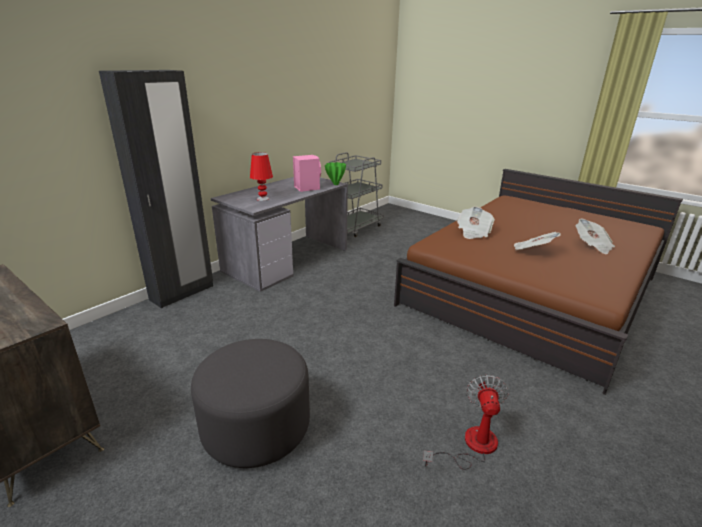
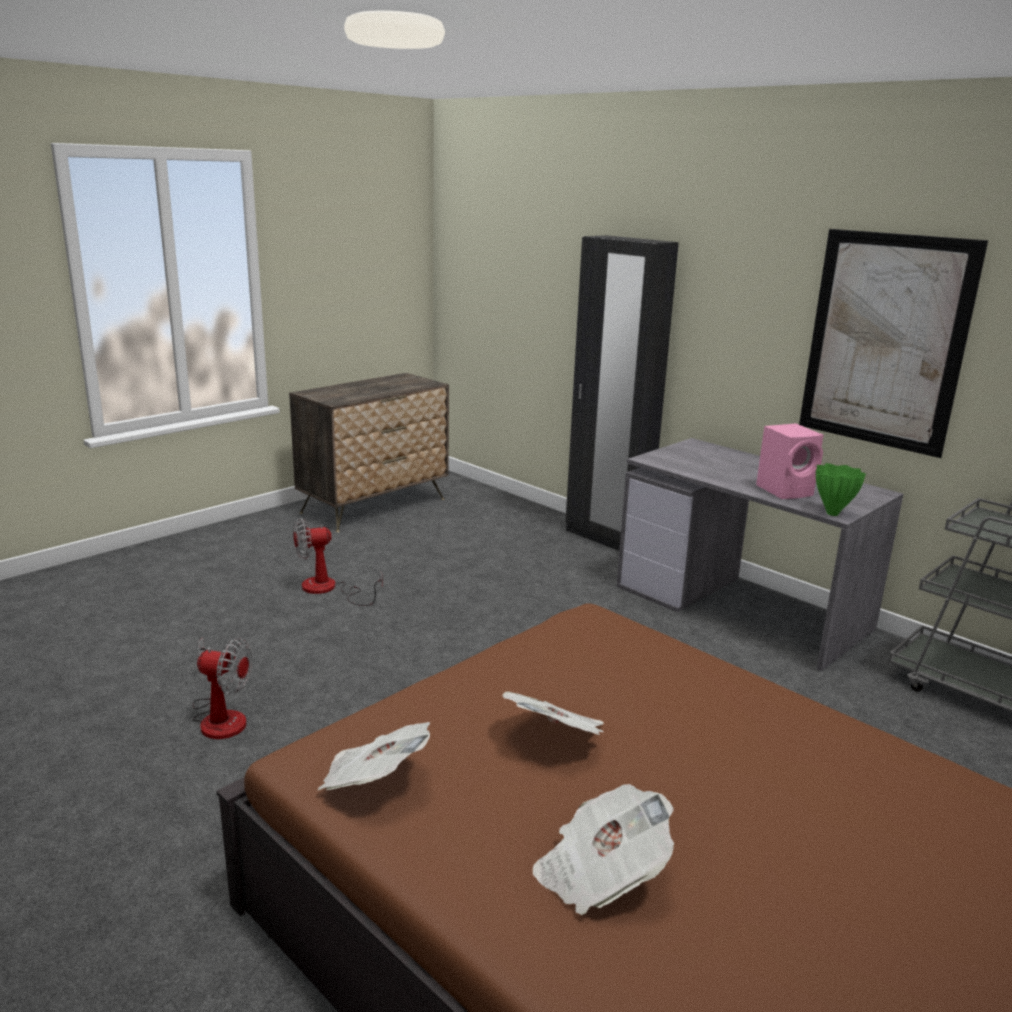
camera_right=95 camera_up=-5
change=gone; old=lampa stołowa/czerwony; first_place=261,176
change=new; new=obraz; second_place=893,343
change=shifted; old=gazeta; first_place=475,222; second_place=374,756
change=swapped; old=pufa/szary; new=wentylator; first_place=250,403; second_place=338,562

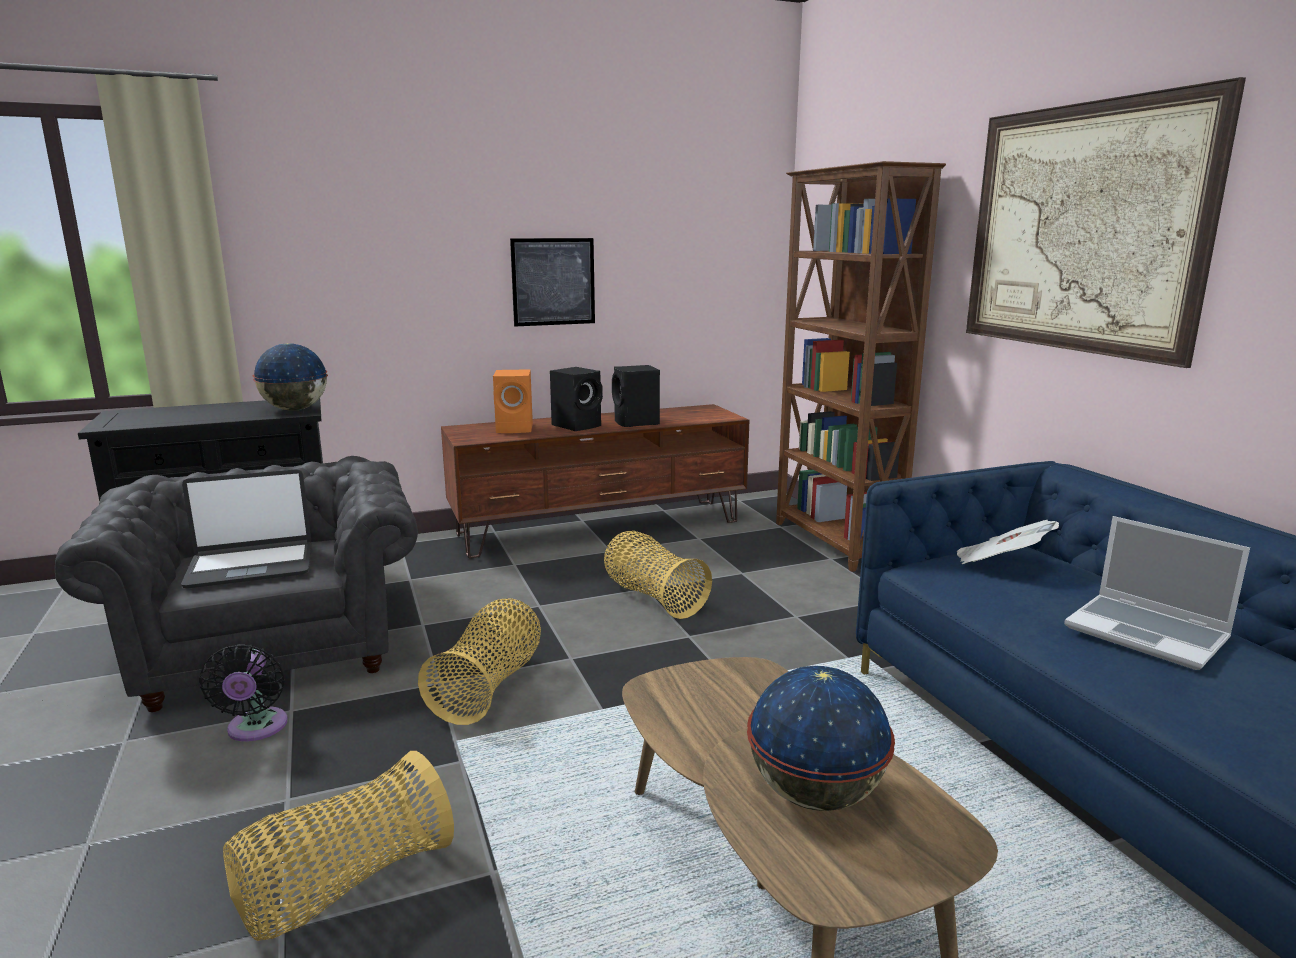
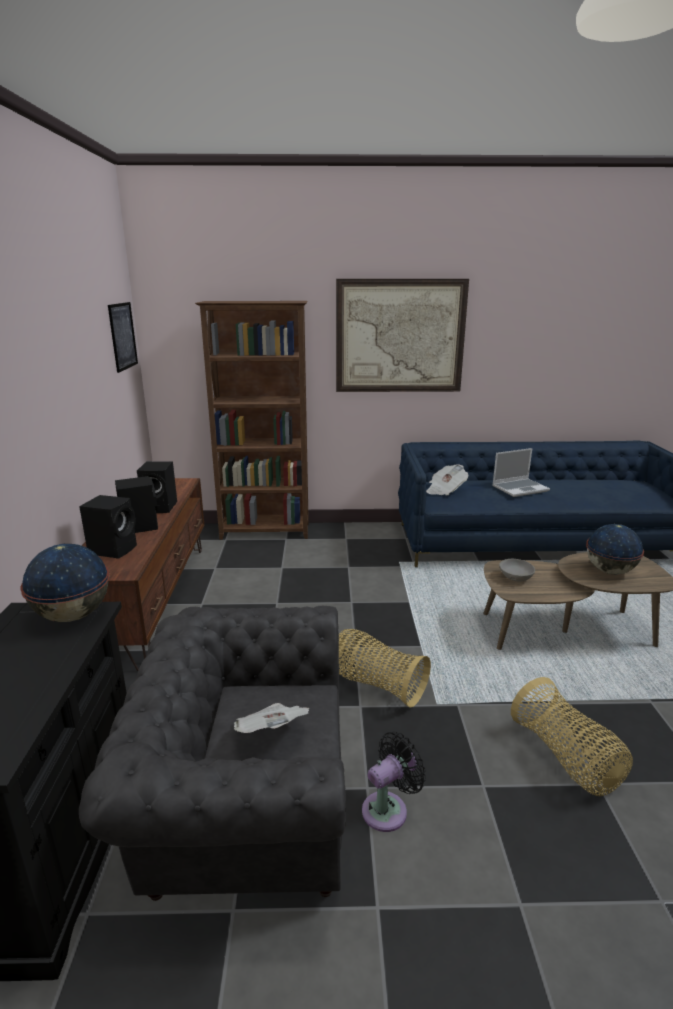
camera_right=-70 camera_up=5
change=gone; old=koszyk; first_place=658,575
change=new; new=miska/szary; second_place=517,570
change=shifted; old=obraz; first_place=552,282; second_place=123,337
change=swapped; old=laptop; new=gazeta; first_place=246,528; second_place=271,718
change=repainted; old=głośnik/pomarańczowy; new=głośnik/czarny; first_place=513,401; second_place=108,527
change=rotated; old=wentylator/czarny; first_place=243,693; second_place=394,781; degrees=-45

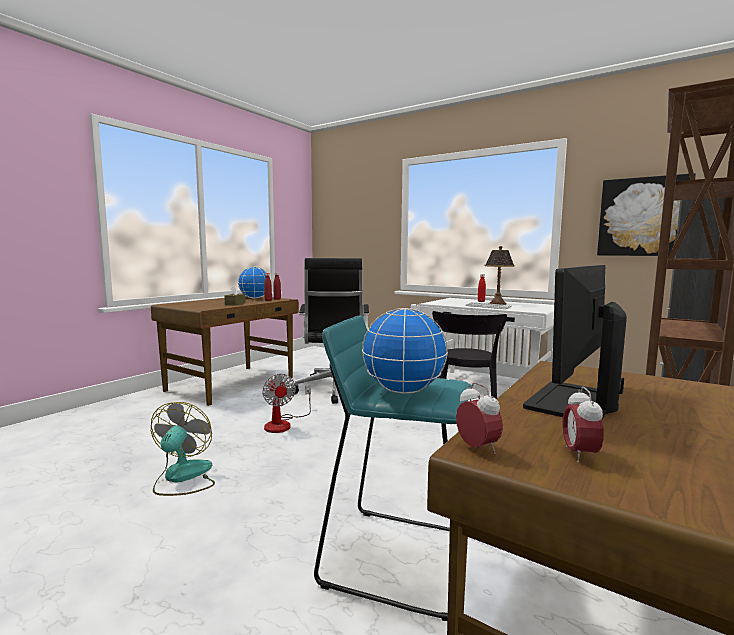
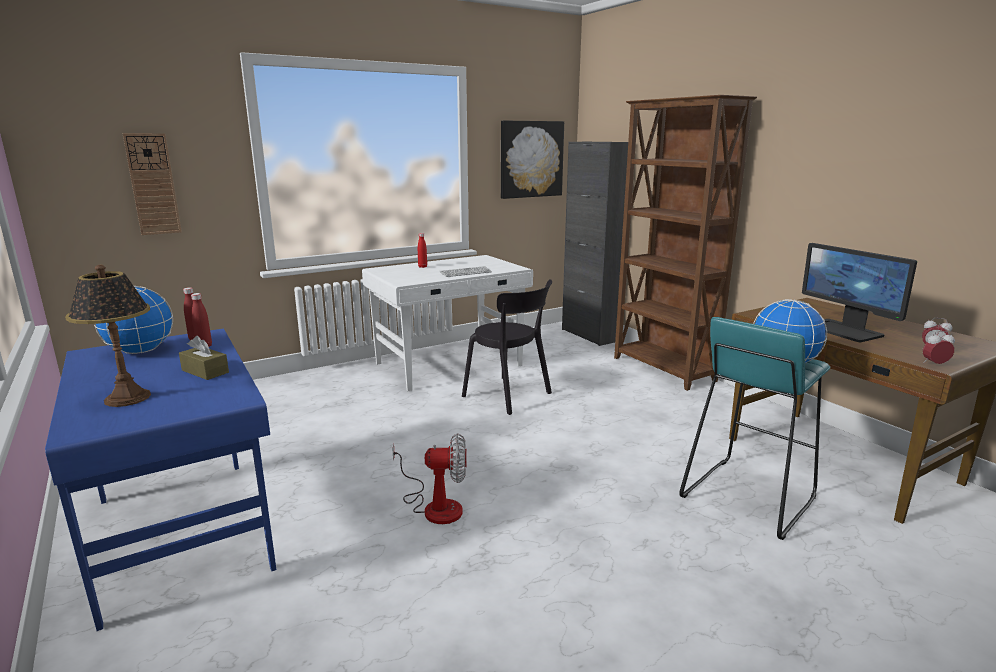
camera_right=-65 camera_up=10
change=gone; old=wentylator; first_place=183,449
change=gone; old=krzesło biurowe/czarny; first_place=330,331
change=new; new=zegar ścienny; second_place=152,184
change=shifted; old=lampa stołowa; first_place=499,275; second_place=108,336
change=repainted; old=biurko/brązowy; new=biurko/niebieski; first_place=225,351; second_place=160,479

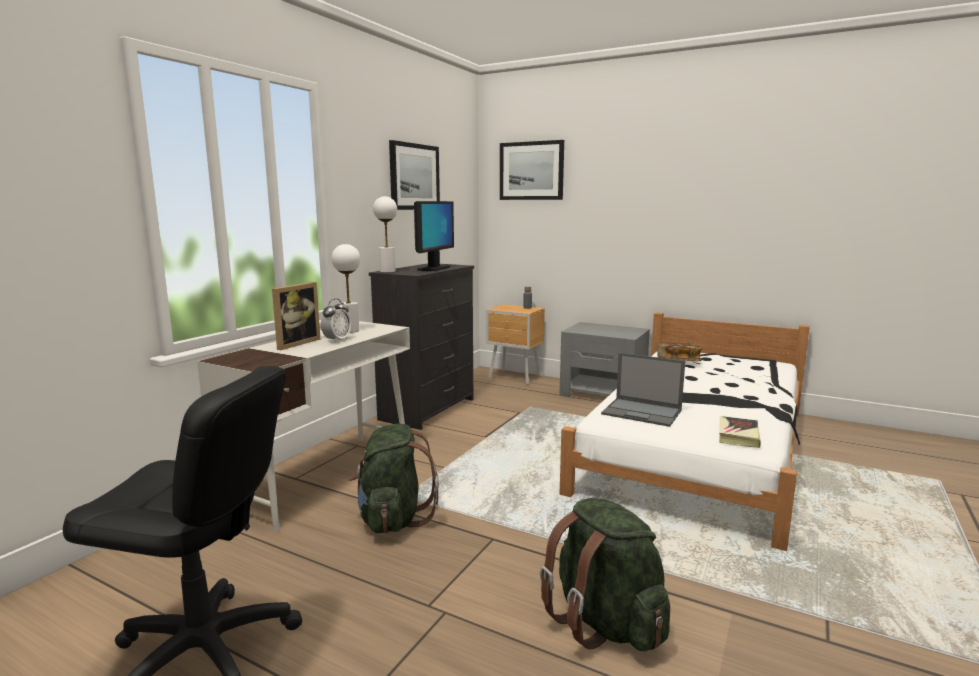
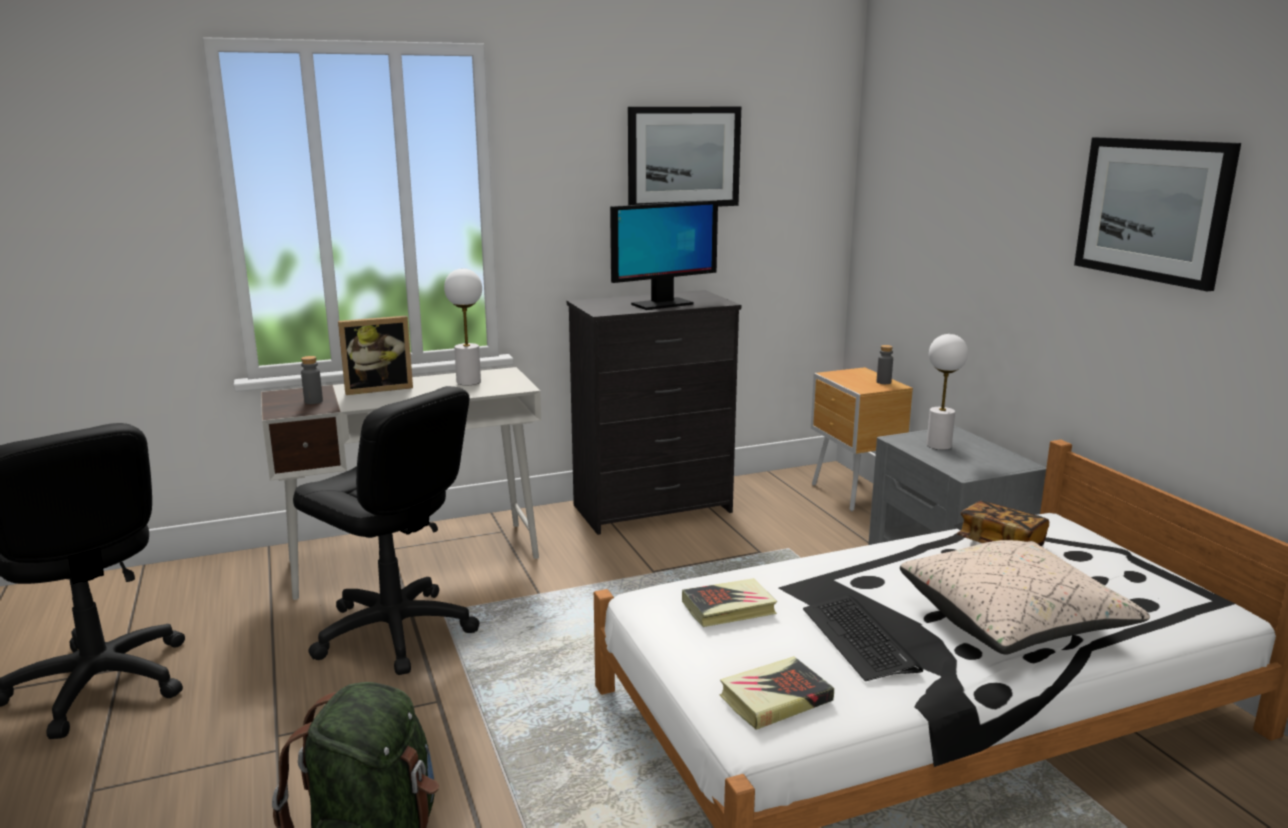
camera_right=40 camera_up=5
change=gone; old=budzik; first_place=336,321
change=new; new=butelka/szary; second_place=312,380
change=new; new=klawiatura; second_place=863,638
change=new; new=poduszka/beżowy; second_place=1025,597
change=shifted; old=lampa stołowa/biały; first_place=385,234; second_place=947,392
change=shifted; old=obraz; first_place=532,170; second_place=1157,214
change=swapped; old=plecak/zielony; new=krzesło biurowe/czarny; first_place=393,478; second_place=386,530
change=swapped; old=laptop; new=książka; first_place=643,390; second_place=729,602

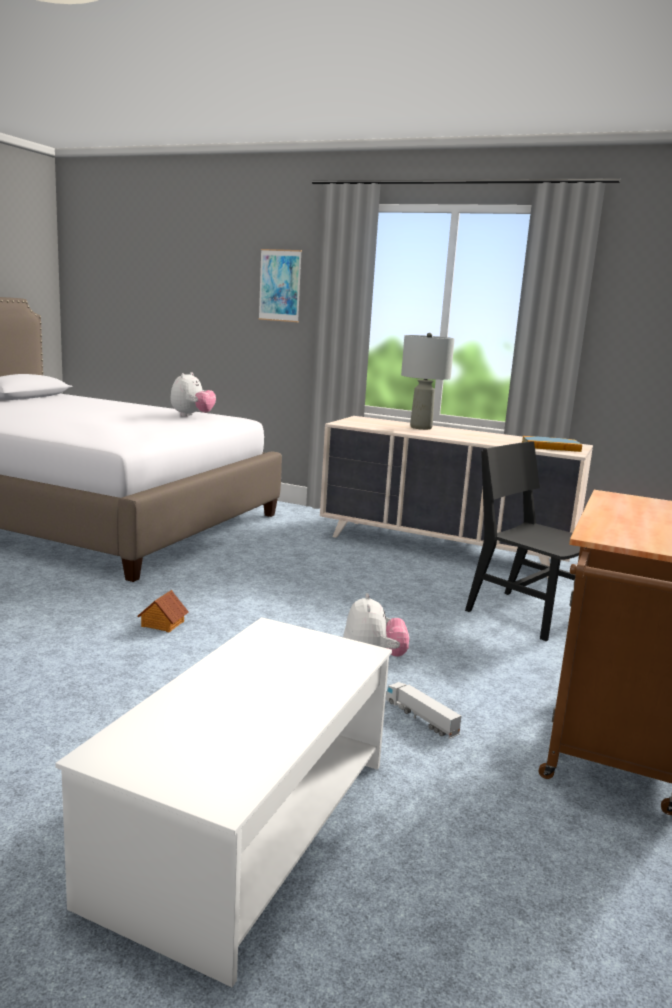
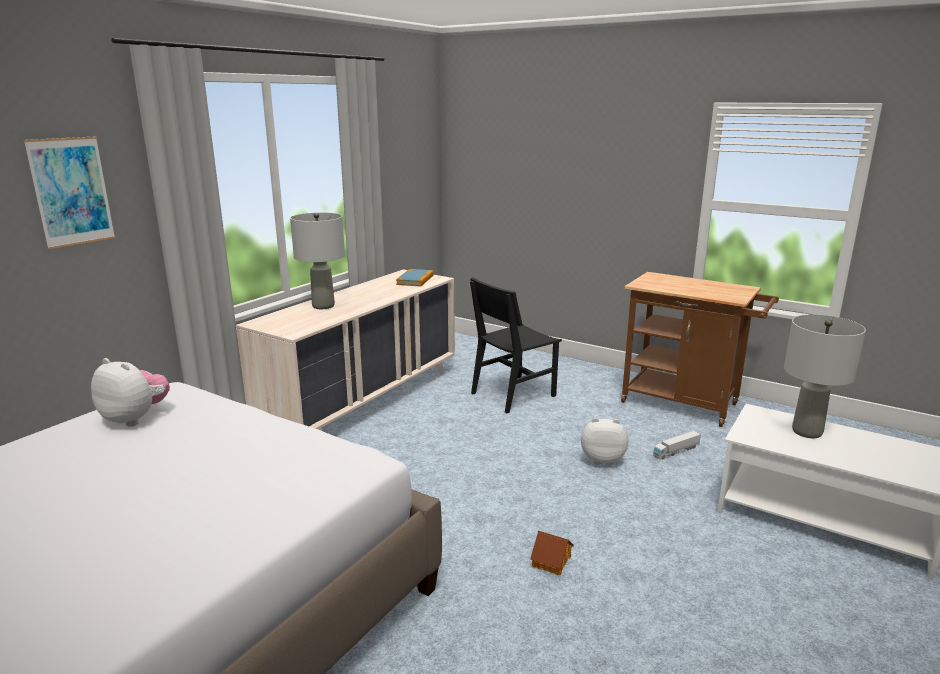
camera_right=-80 camera_up=5
change=new; new=lampa stołowa/szary; second_place=825,376

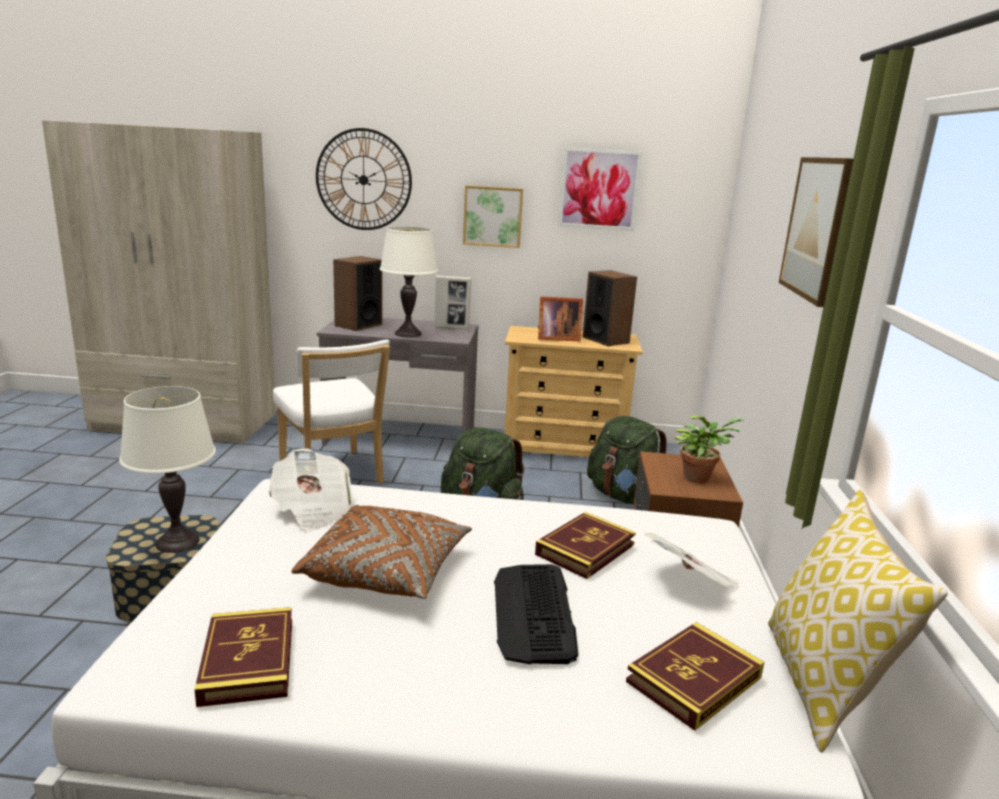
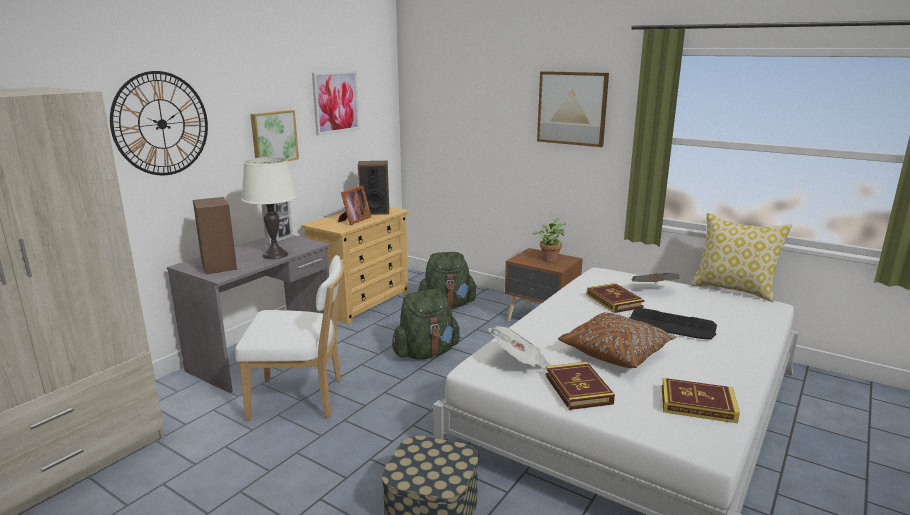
camera_right=-60 camera_up=0
change=gone; old=lampa stołowa/biały; first_place=167,469
change=shifted; old=książka; first_place=695,676; second_place=580,386

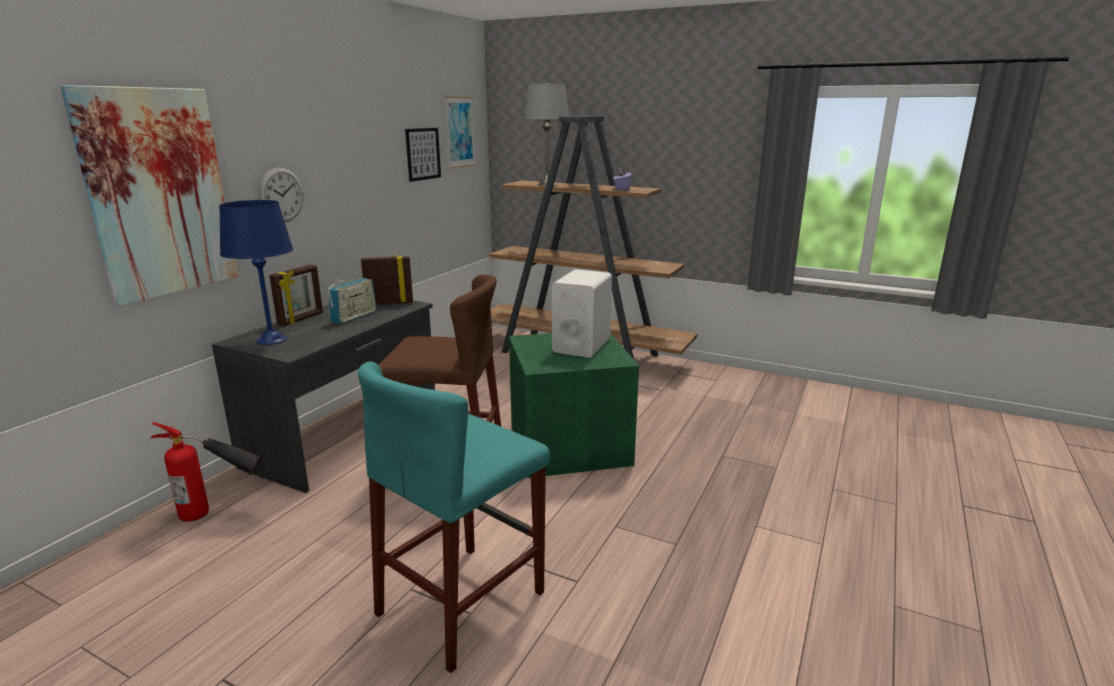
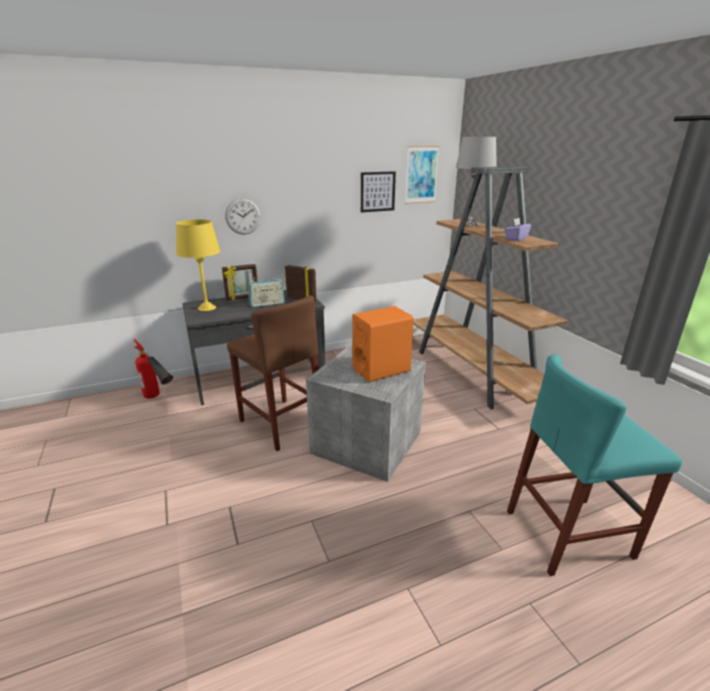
camera_right=40 camera_up=5
change=gone; old=obraz; first_place=149,195
change=shifted; old=stołek/turkusowy; first_place=454,517; second_place=594,465
change=repainted; old=lampa stołowa/niebieski; new=lampa stołowa/żółty; first_place=256,272; second_place=198,265
change=repainted; old=pojemnik do przechowywania/zielony; new=pojemnik do przechowywania/szary; first_place=574,405; second_place=366,413
change=repainted; old=głośnik/biały; new=głośnik/pomarańczowy; first_place=582,313; second_place=383,344

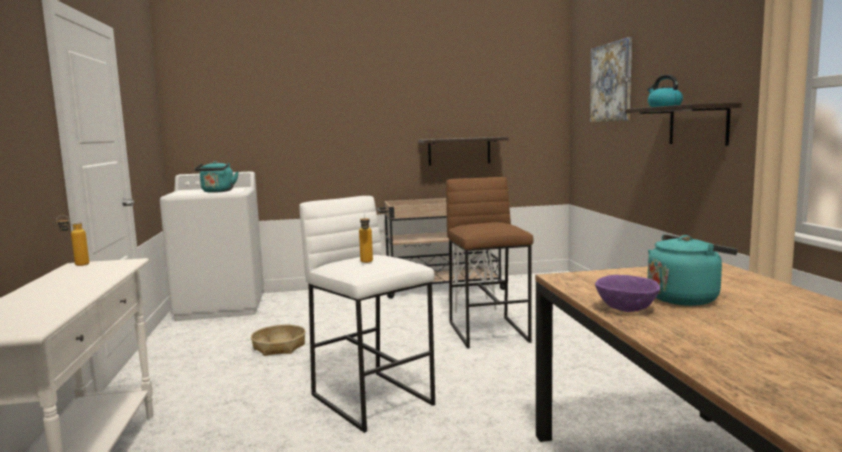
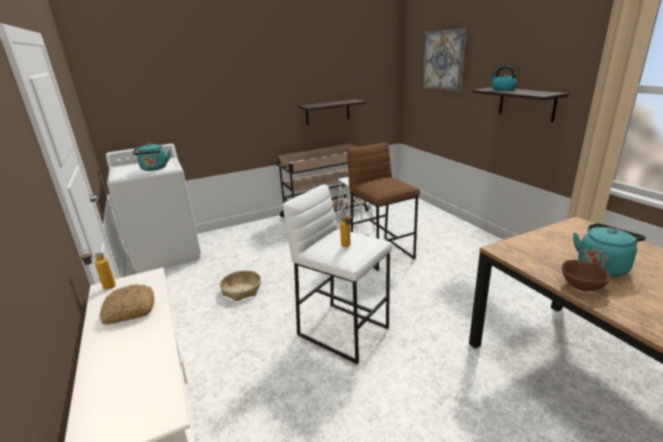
camera_right=-15 camera_up=15
change=new; new=chleb; second_place=126,304
change=repainted; old=miska/fioletowy; new=miska/brązowy; first_place=627,293; second_place=586,275

